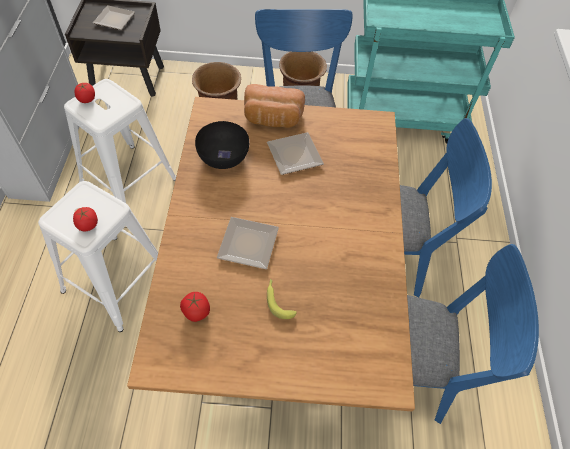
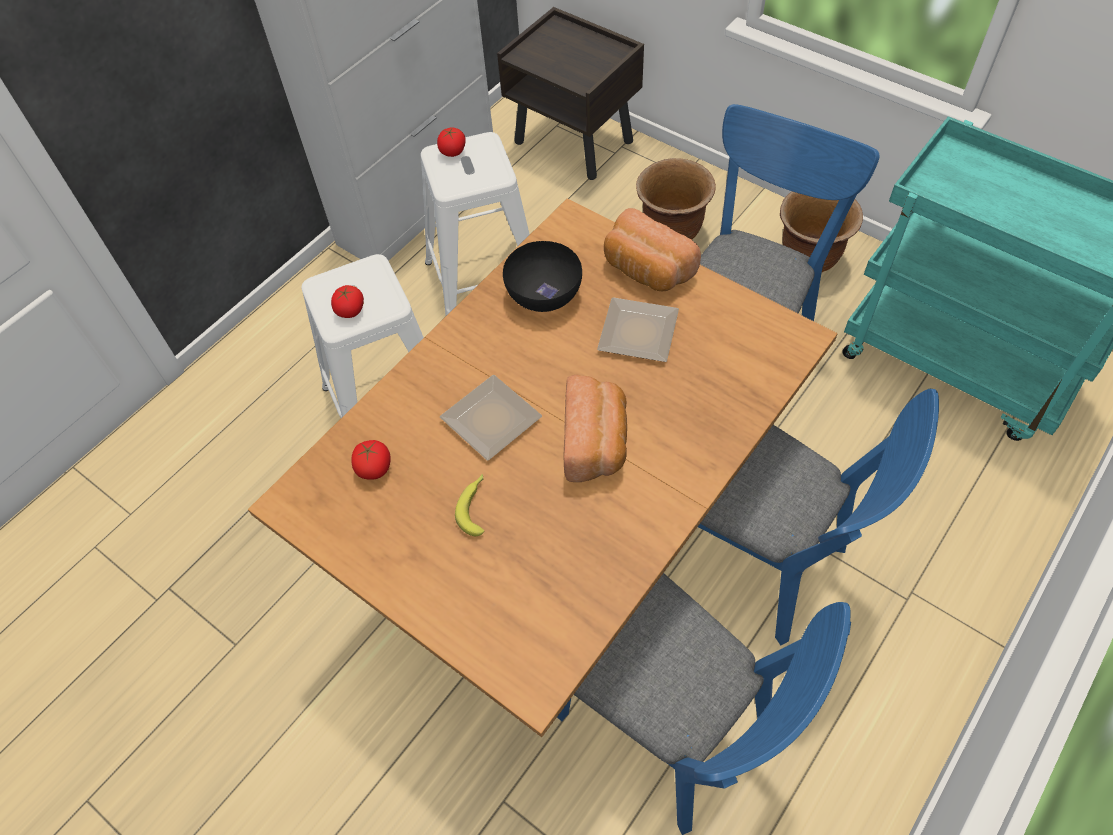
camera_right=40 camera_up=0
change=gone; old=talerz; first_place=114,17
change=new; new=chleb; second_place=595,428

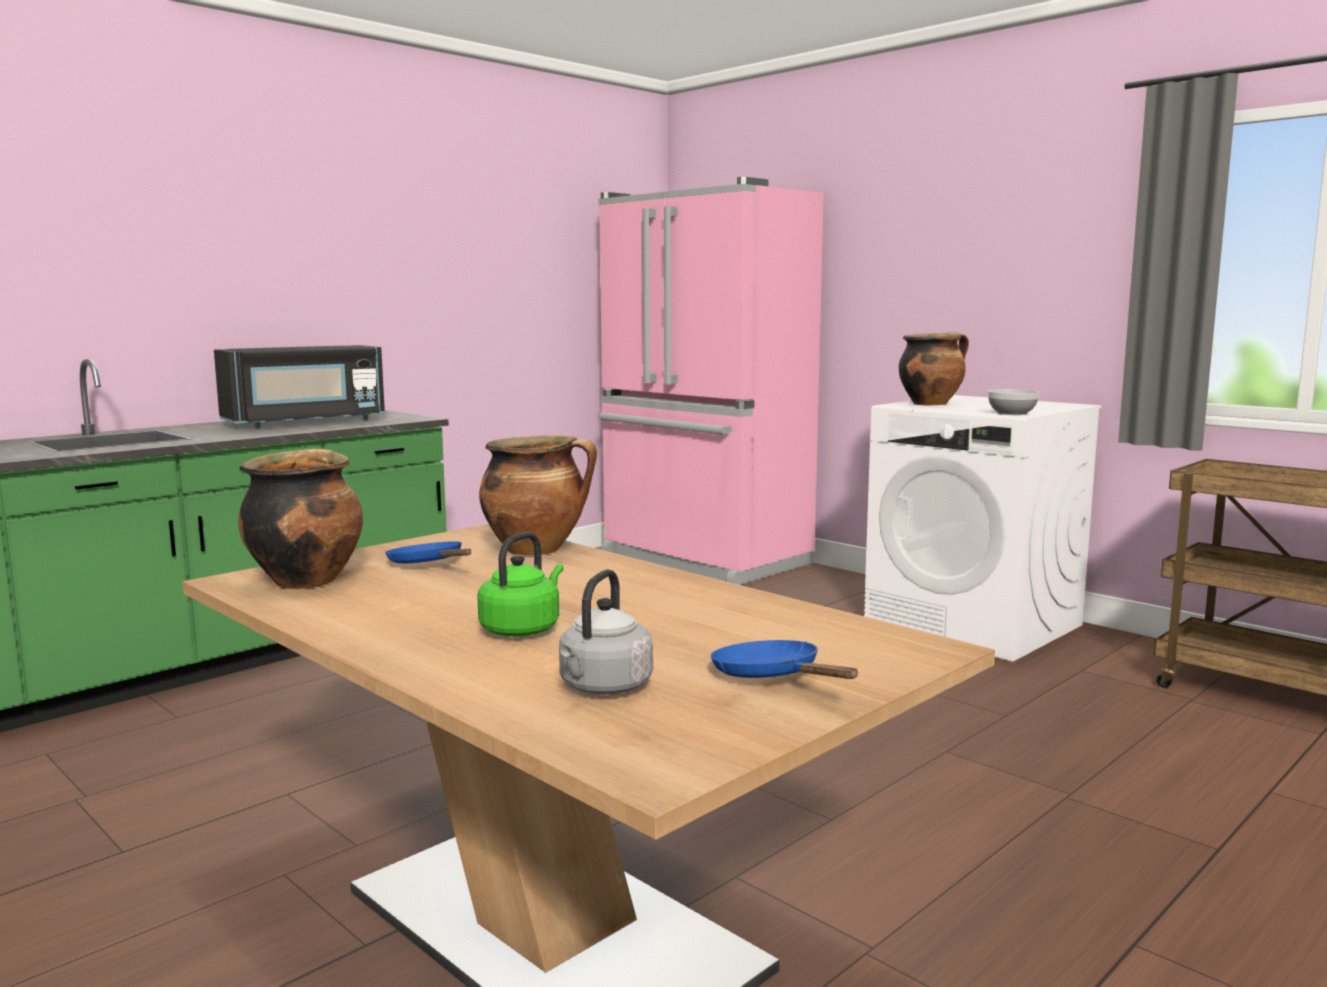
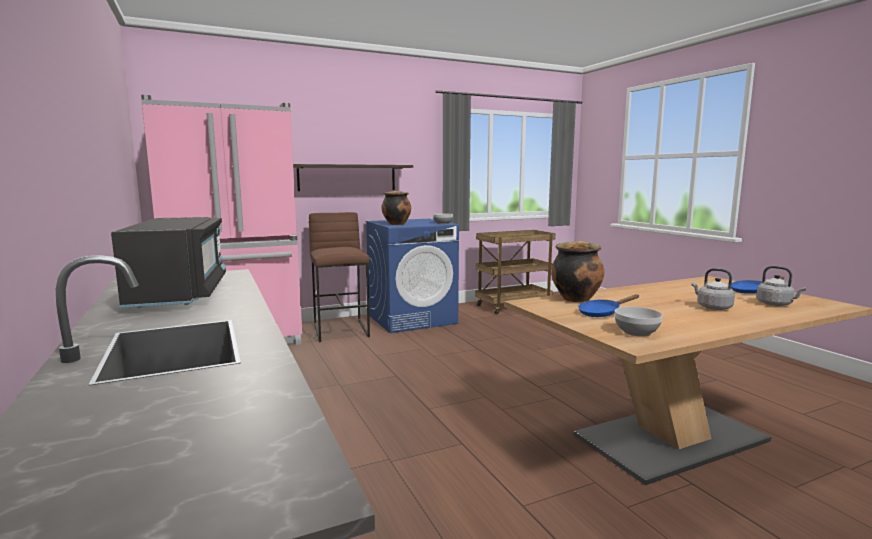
camera_right=-70 camera_up=0
change=new; new=półka; second_place=353,177
change=new; new=stołek/brązowy; second_place=339,277
change=swapped; old=garnek; new=miska; first_place=300,518; second_place=638,321
change=repainted; old=czajnik/zielony; new=czajnik/szary; first_place=520,584; second_place=713,289
change=repainted; old=pralka/biały; new=pralka/niebieski; first_place=983,528; second_place=412,276

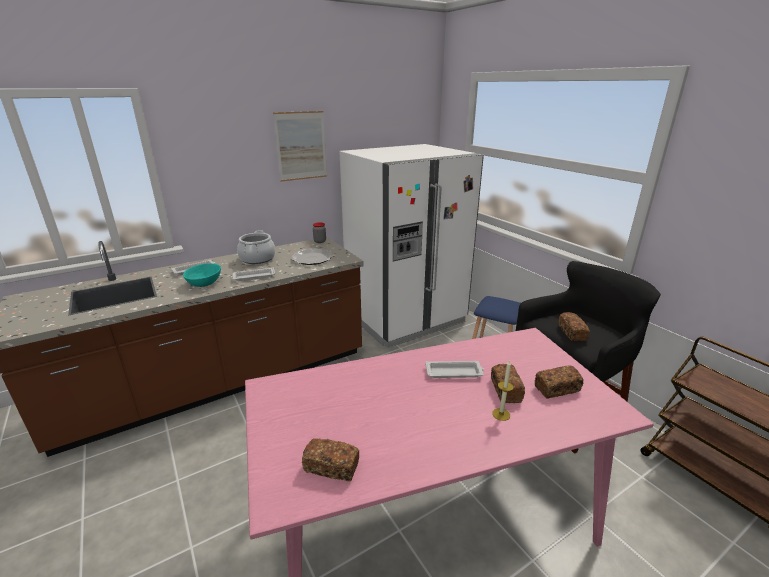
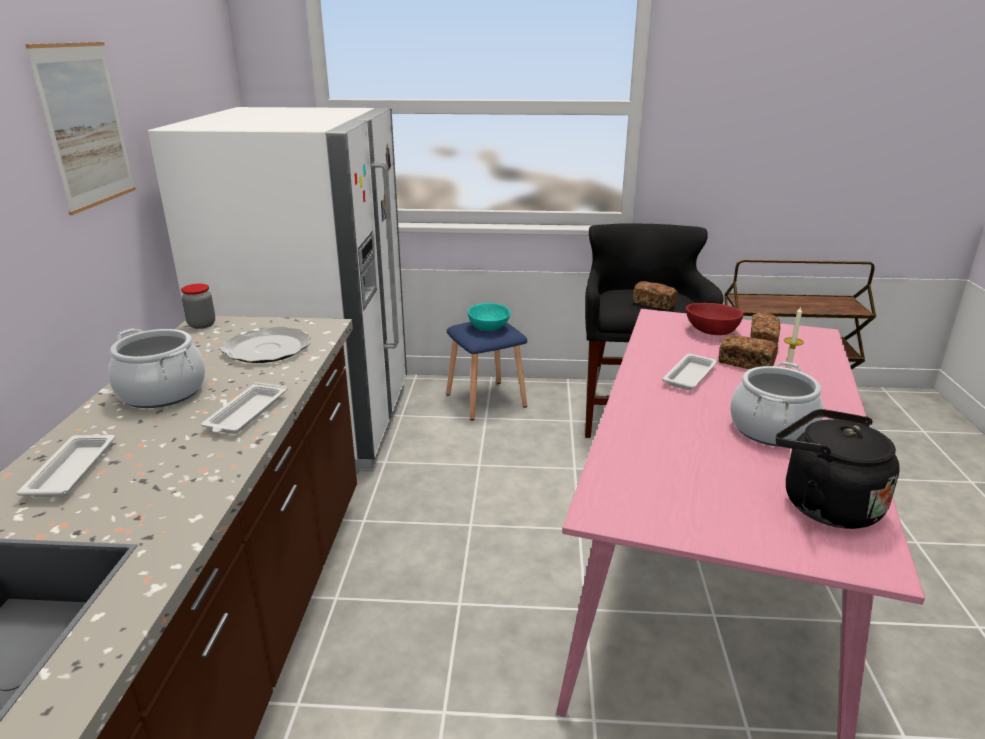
camera_right=-55 camera_up=0
change=new; new=miska/czerwony; second_place=714,319
change=new; new=garnek; second_place=777,404
change=shifted; old=miska/turkusowy; first_place=202,275; second_place=489,317
change=swapped; old=chleb; new=czajnik/czarny; first_place=330,459; second_place=838,469

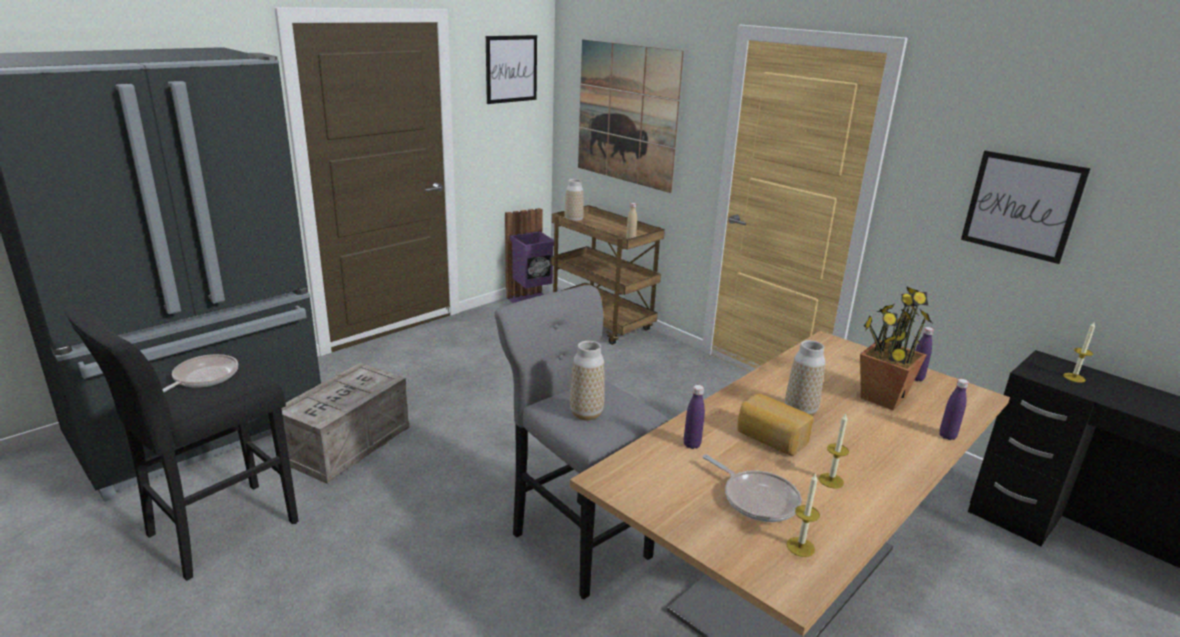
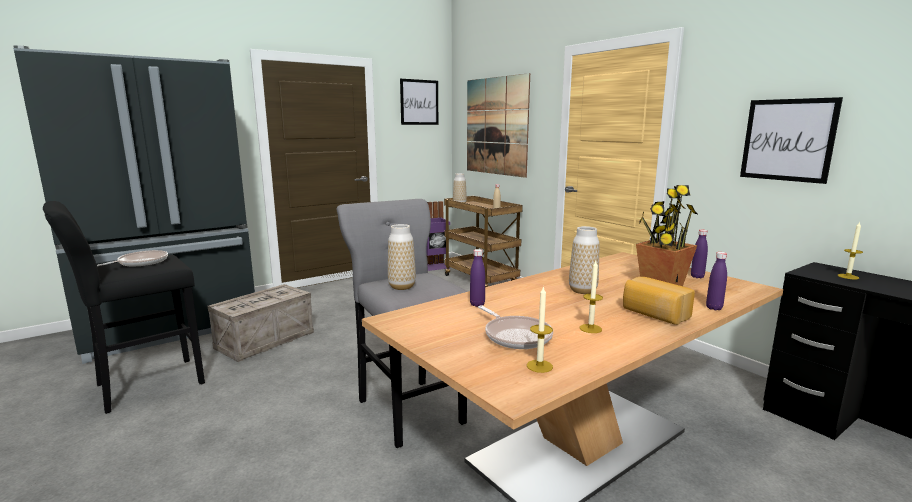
camera_right=10 camera_up=-10
change=shifted; old=chleb; first_place=775,425; second_place=659,301

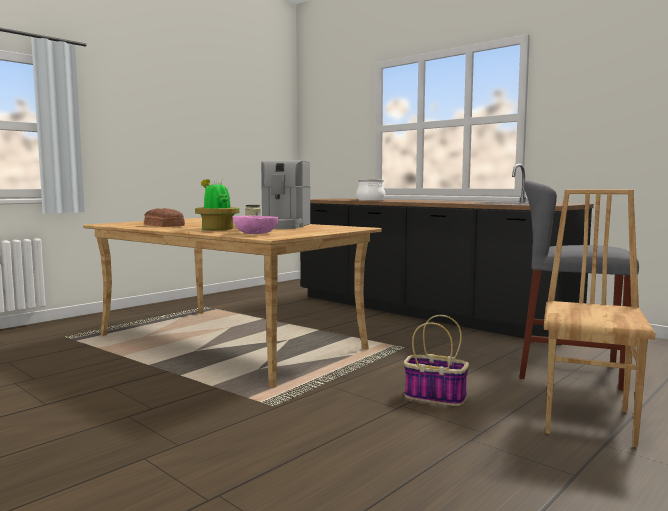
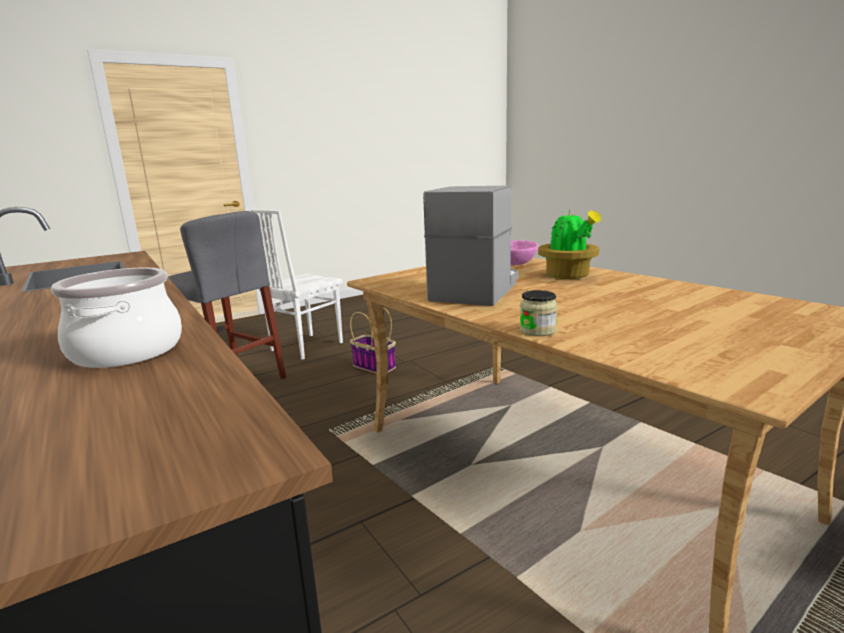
camera_right=-165 camera_up=10
change=gone; old=chleb; first_place=164,217
change=repainted; old=krzesło/brązowy; new=krzesło/biały; first_place=600,318; second_place=297,284

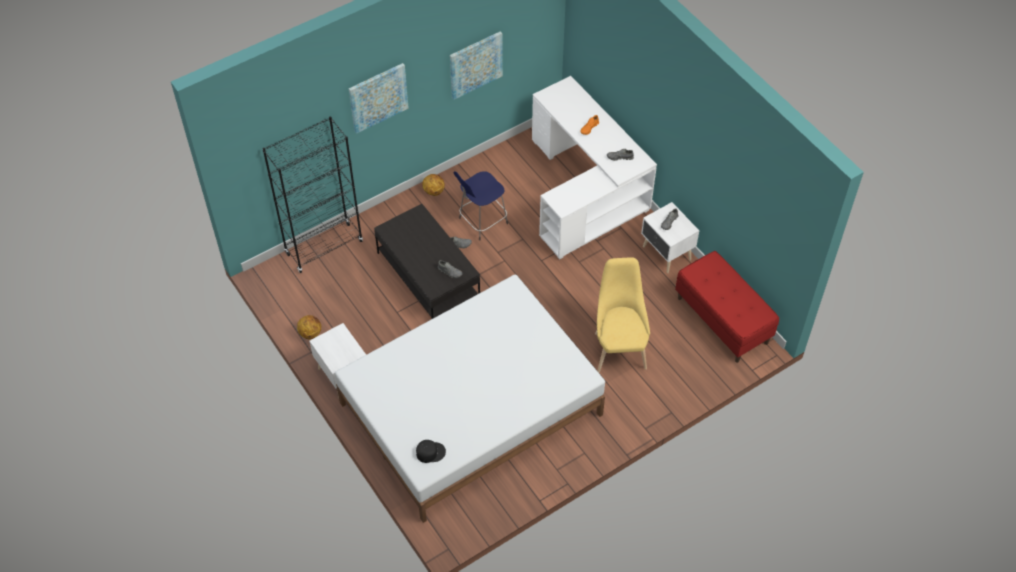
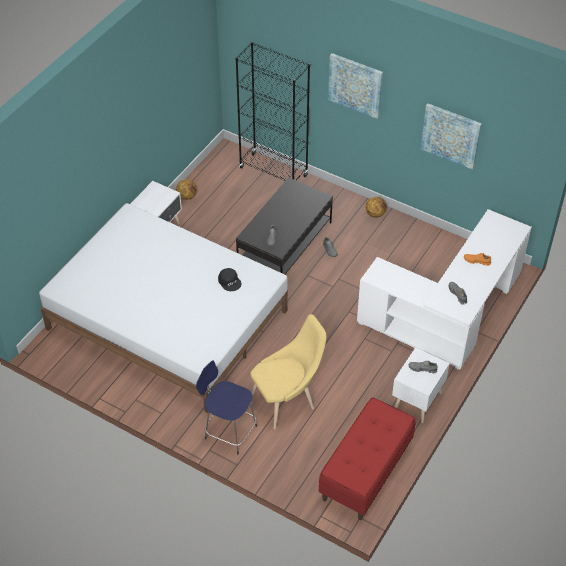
camera_right=65 camera_up=-5
change=shifted; old=czapka z daszkiem/czarny; first_place=431,451; second_place=229,279
change=shifted; old=stołek/niebieski; first_place=481,205; second_place=226,408

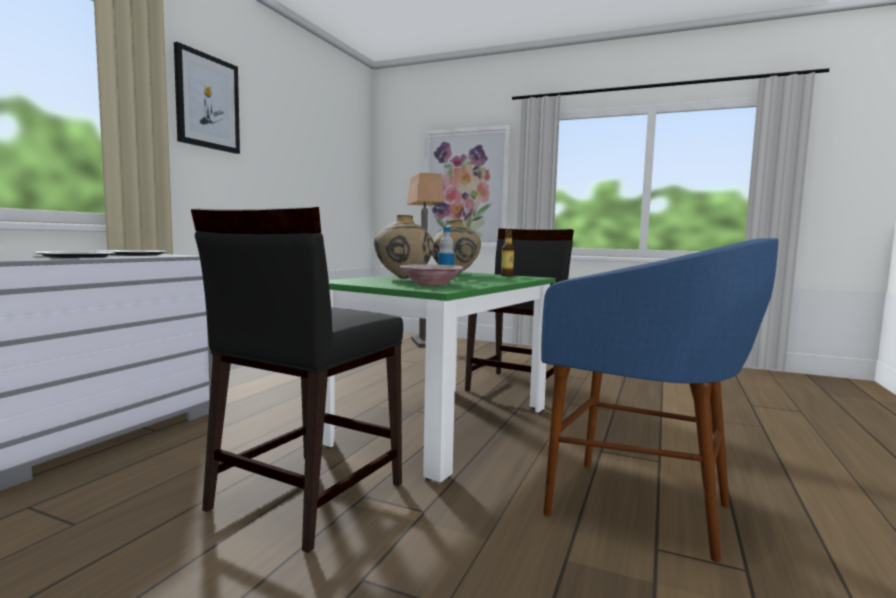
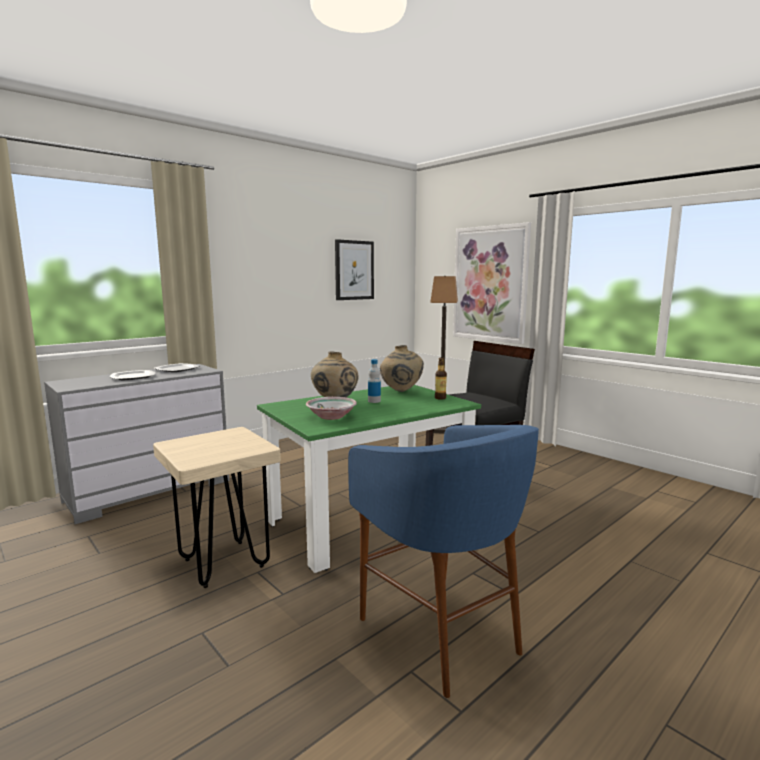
camera_right=25 camera_up=5
change=shifted; old=obraz; first_place=207,98; second_place=354,269
change=swapped; old=krzesło/czarny; new=stołek/beżowy; first_place=297,380; second_place=217,507

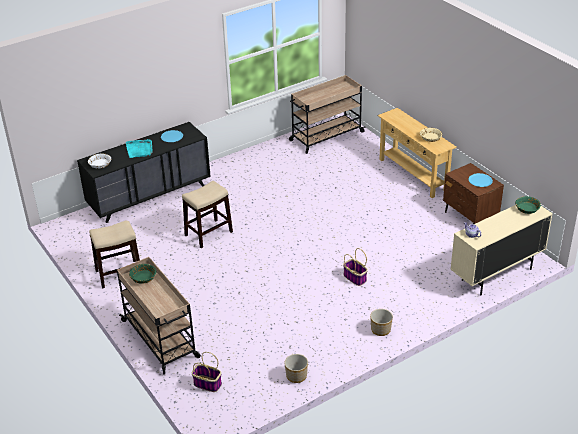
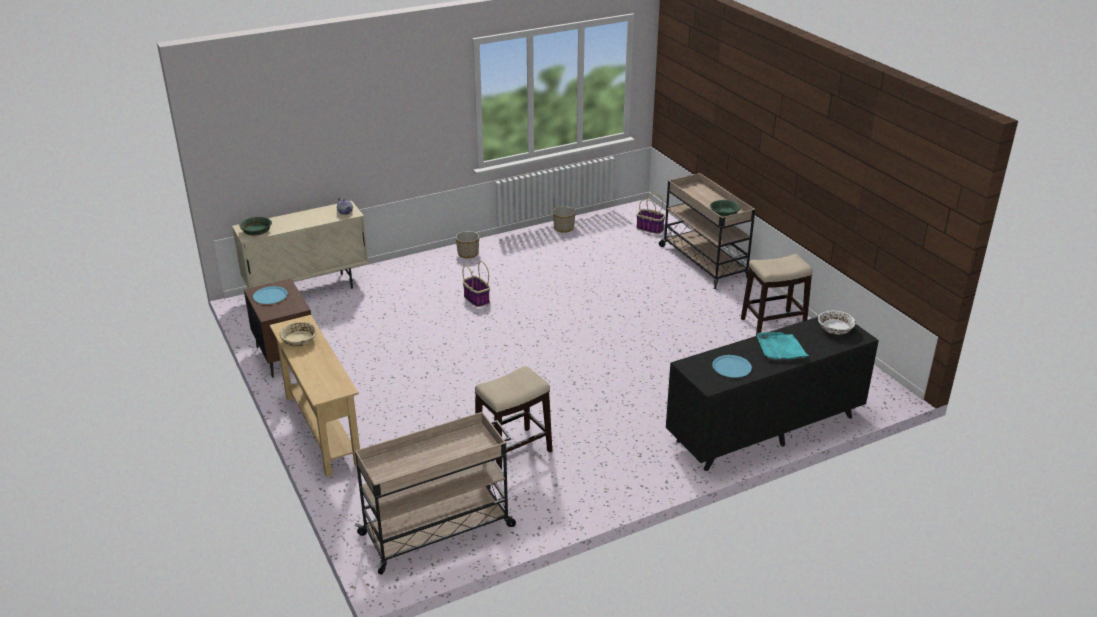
camera_right=-175 camera_up=-5
change=shifted; old=stołek; first_place=207,214; second_place=513,418

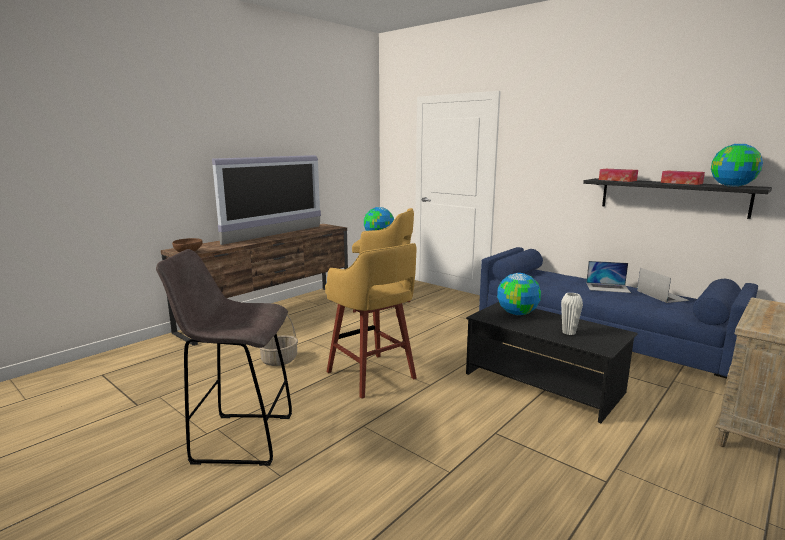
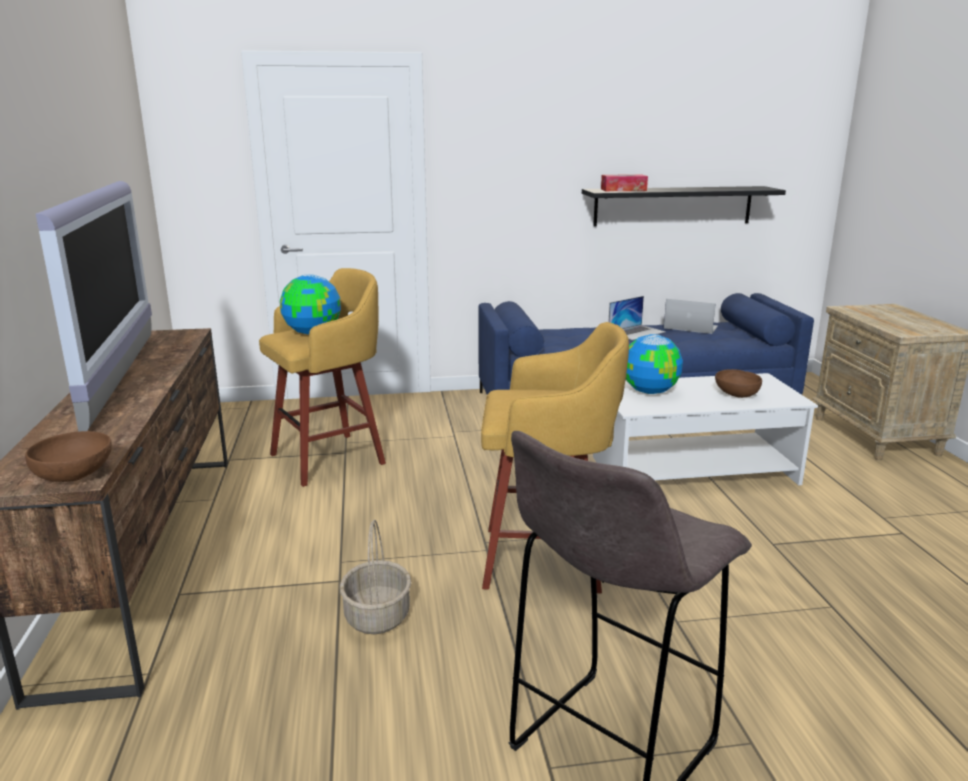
camera_right=-50 camera_up=5
change=gone; old=pudełko chusteczek; first_place=683,178
change=gone; old=globus; first_place=737,165
change=swapped; old=wazon/biały; new=miska/brązowy; first_place=572,314; second_place=738,383
change=repainted; old=ława/czarny; new=ława/biały; first_place=552,362; second_place=705,429

